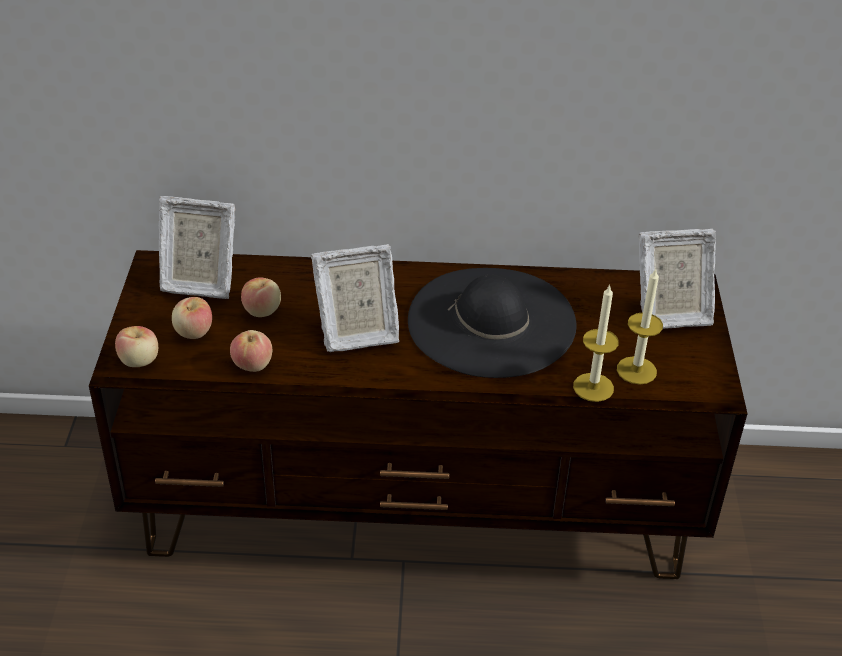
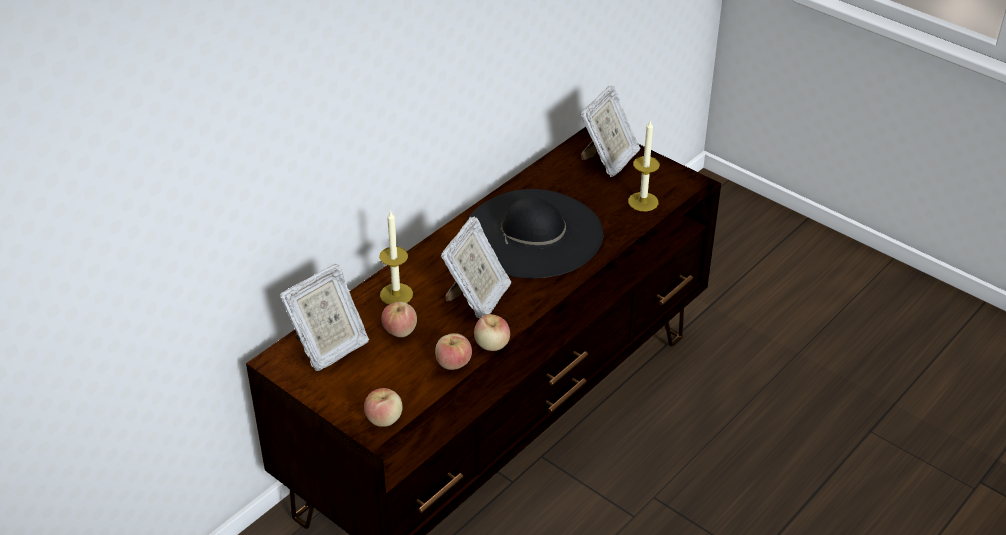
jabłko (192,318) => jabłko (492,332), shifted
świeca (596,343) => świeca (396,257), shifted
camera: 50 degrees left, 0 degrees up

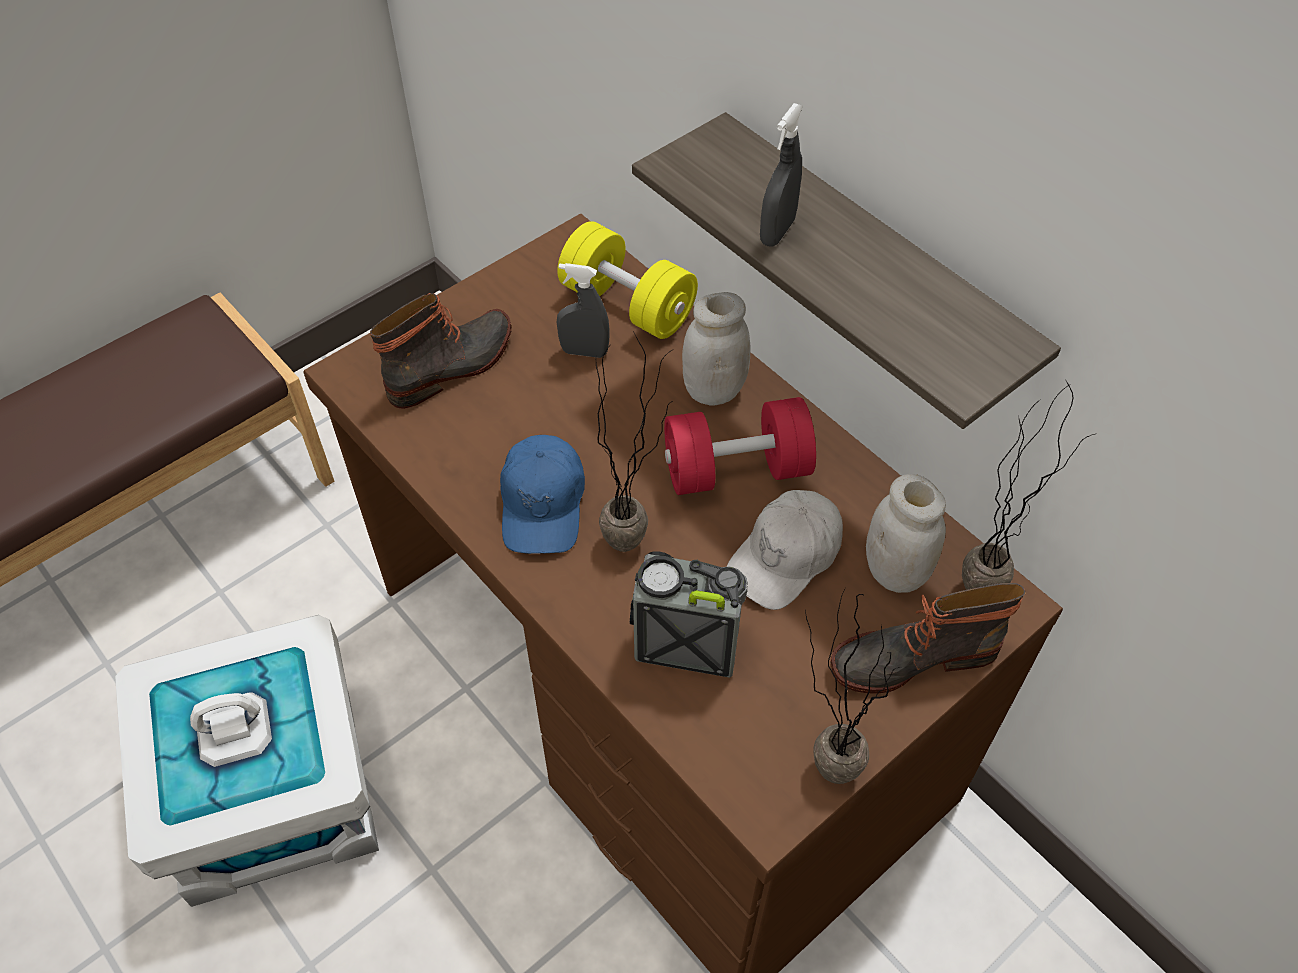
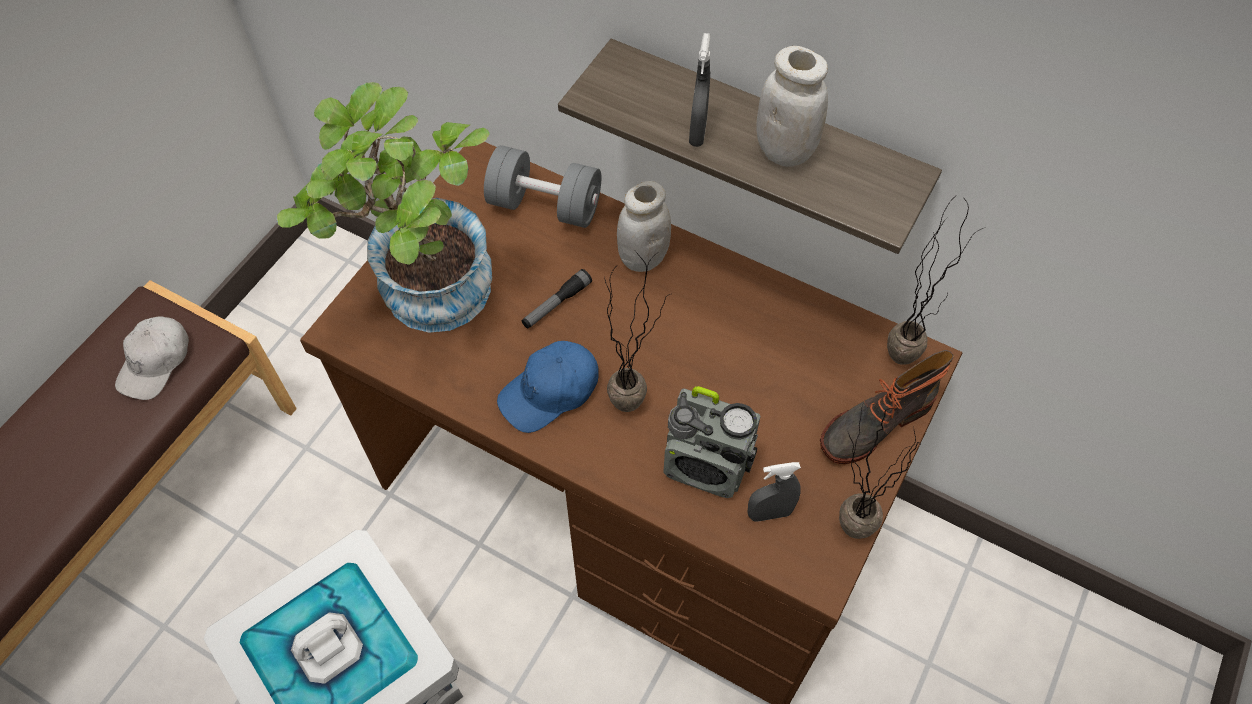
but z cholewką (440,351) => roślina doniczkowa (384,207)
czapka z daszkiem/niebieski (542,494) => czapka z daszkiem/niebieski (548,387), 75 degrees clockwise
hantel/żółty (627,280) => hantel/szary (542,186)
spryskiwacz/szary (583,310) => spryskiwacz/szary (774,492), shifted
radio (689,614) => radio (712,442), 150 degrees counterclockwise
hantel/czerwony (740,446) => nothing
czapka z daszkiem/biały (784,550) => czapka z daszkiem/biały (152,358), shifted
słoik/biały (906,533) => słoik/biały (792,106), shifted
nothing => latarka (557,298)
camera: 20 degrees left, 5 degrees up

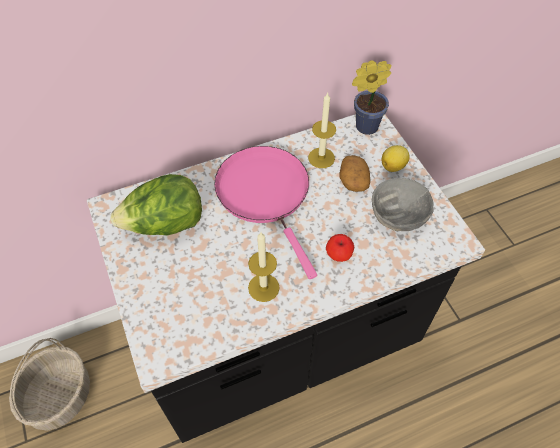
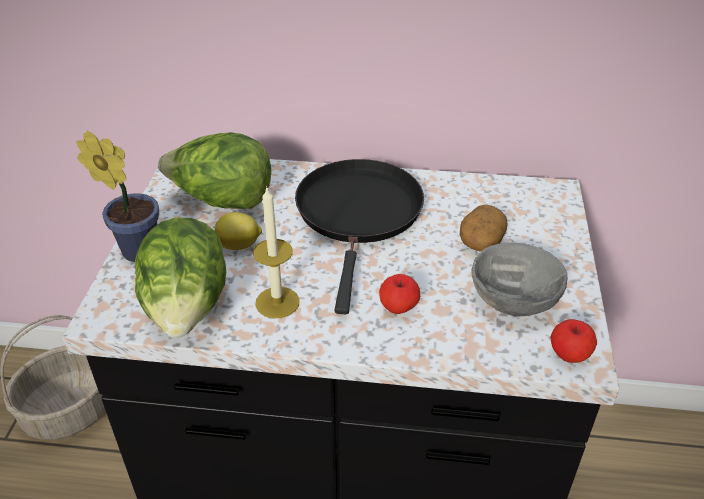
patelnia/różowy (265,212) => patelnia/czarny (359,236)
świeca (322,130) => nothing
roślina doniczkowa (371,97) => roślina doniczkowa (117,196), shifted
cytryna (396,158) => cytryna (238,231), shifted
nothing => sałata (180,277)
nothing => jabłko (574,341)
camera: 30 degrees right, 15 degrees down

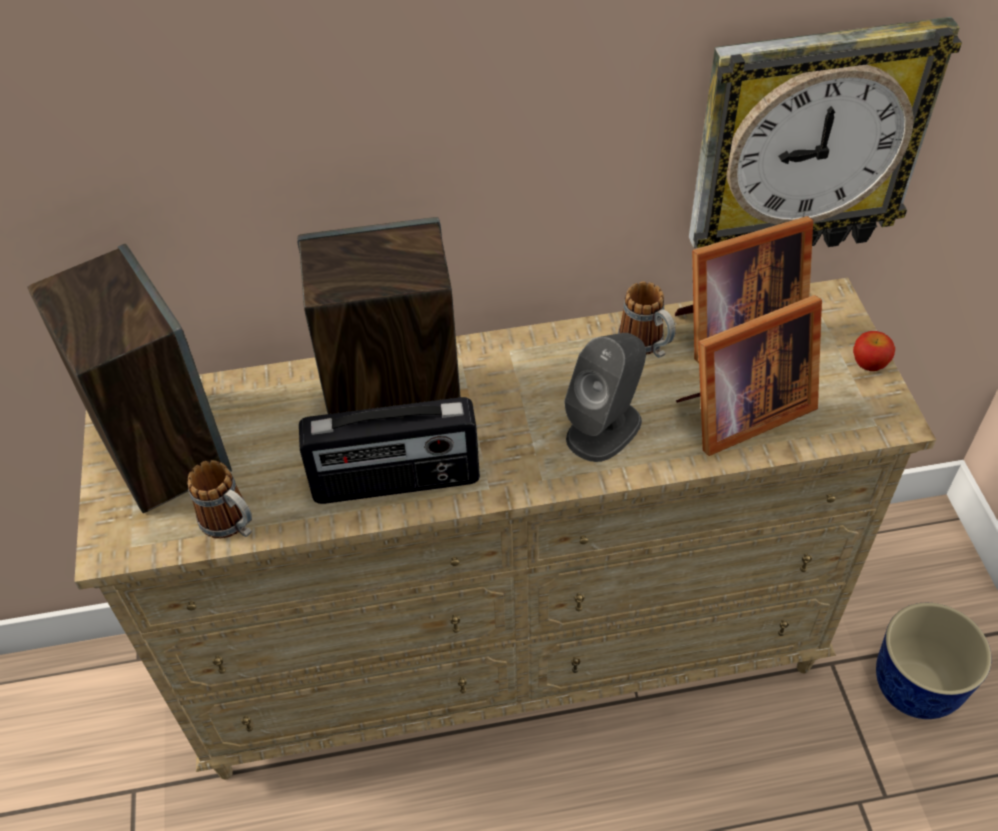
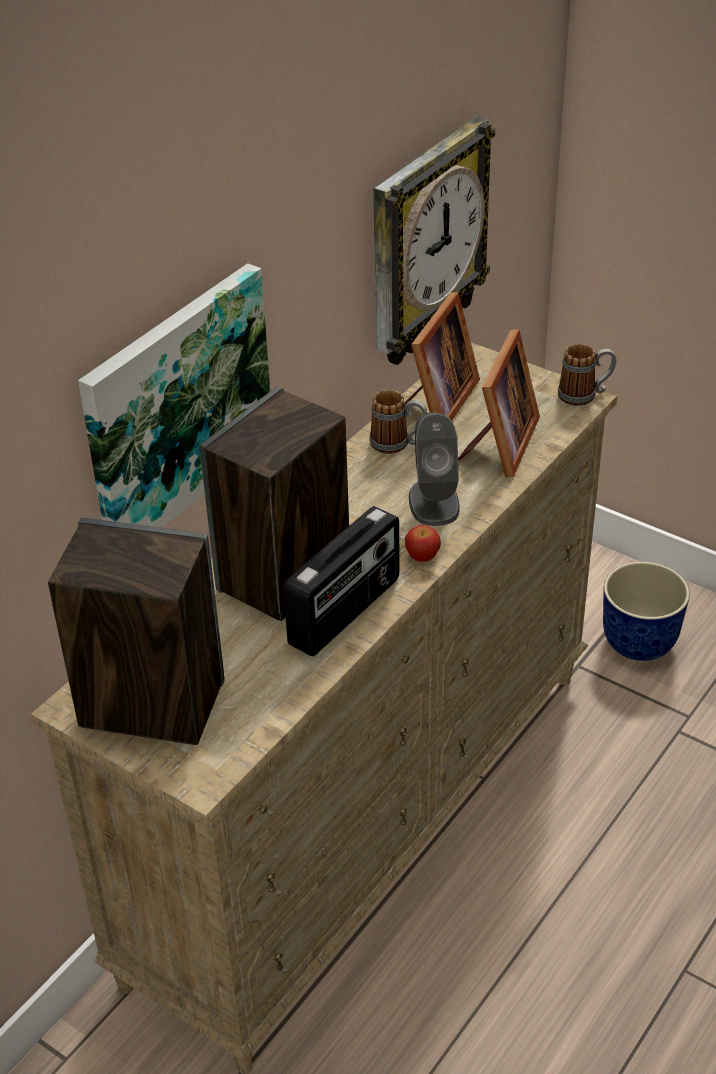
kubek (219,499) => kubek (587,375), shifted
jabłko (874,351) => jabłko (423,543), shifted
nothing => obraz (174,395)
camera: 45 degrees left, 10 degrees down

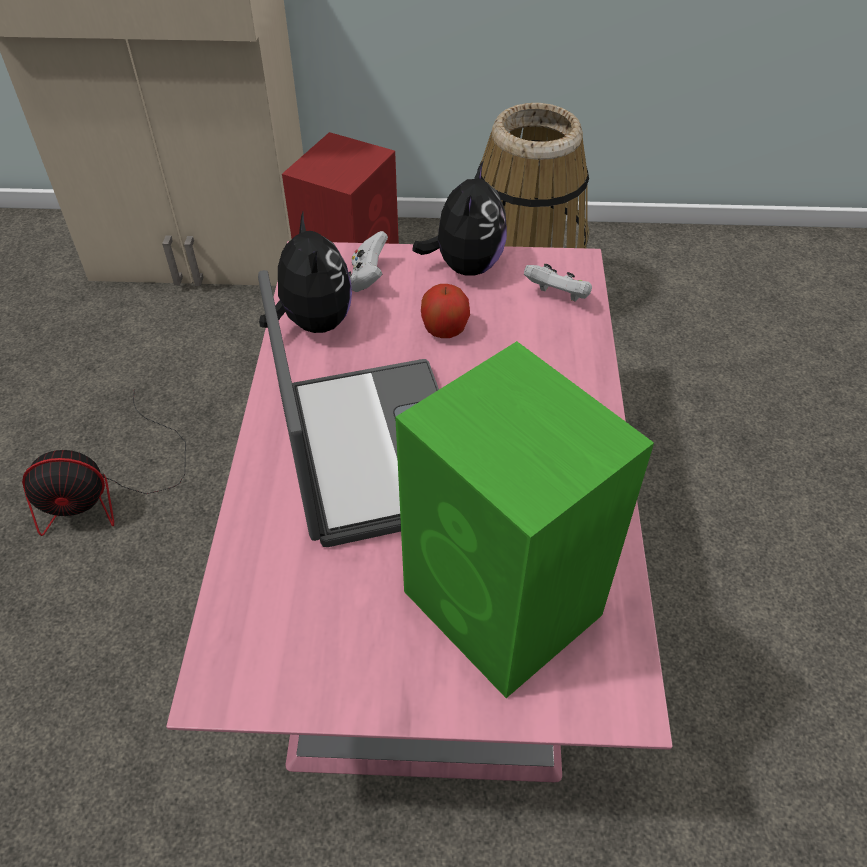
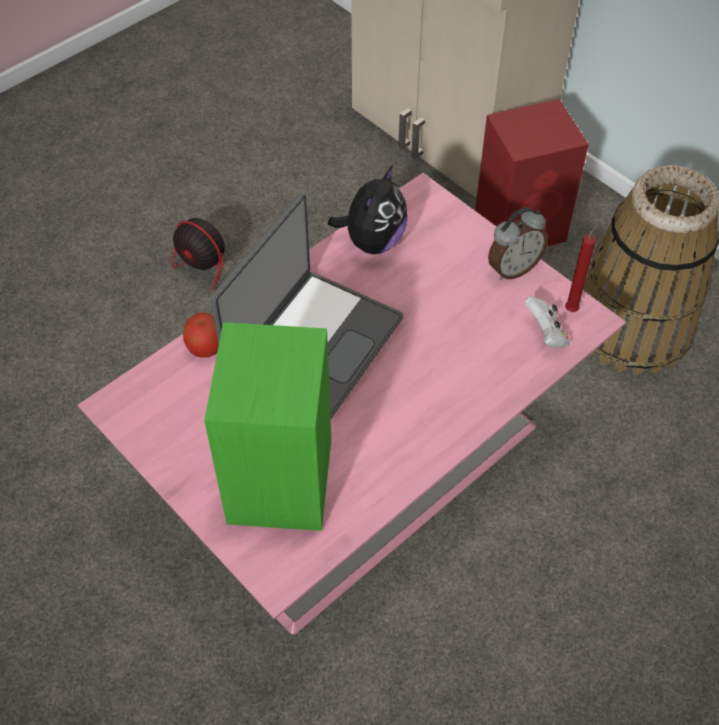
pad do gier/biały (368,261) => nothing
pluszak (459,218) => budzik (518,243)
jabłko (445,311) => jabłko (201,335), shifted
nothing => świeca/czerwony (582,267)
camera: 45 degrees right, 5 degrees up

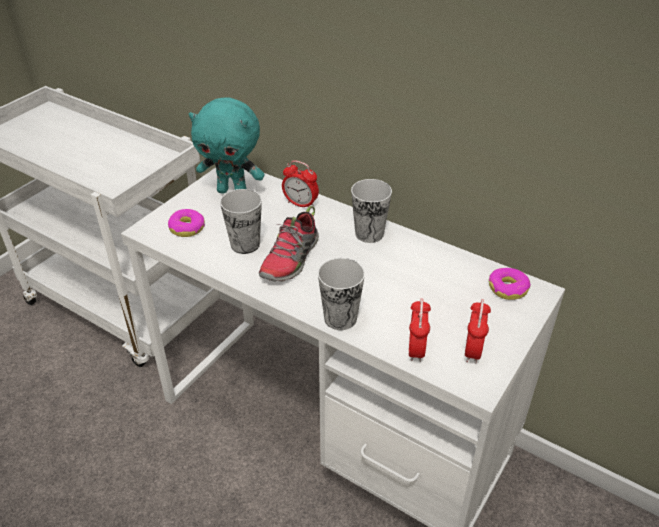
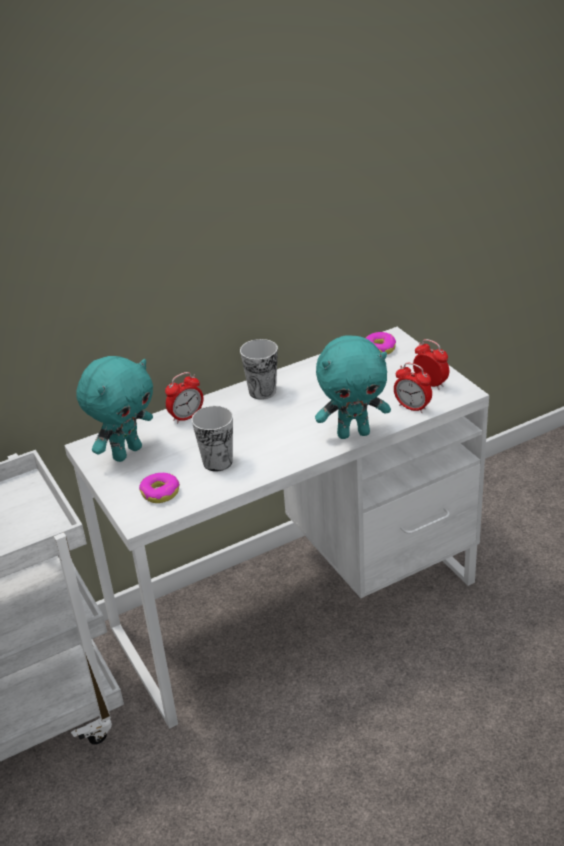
but (289,244) => nothing
filiżanka (341,294) => pluszak/turkusowy (353,387)
camera: 60 degrees left, 5 degrees down

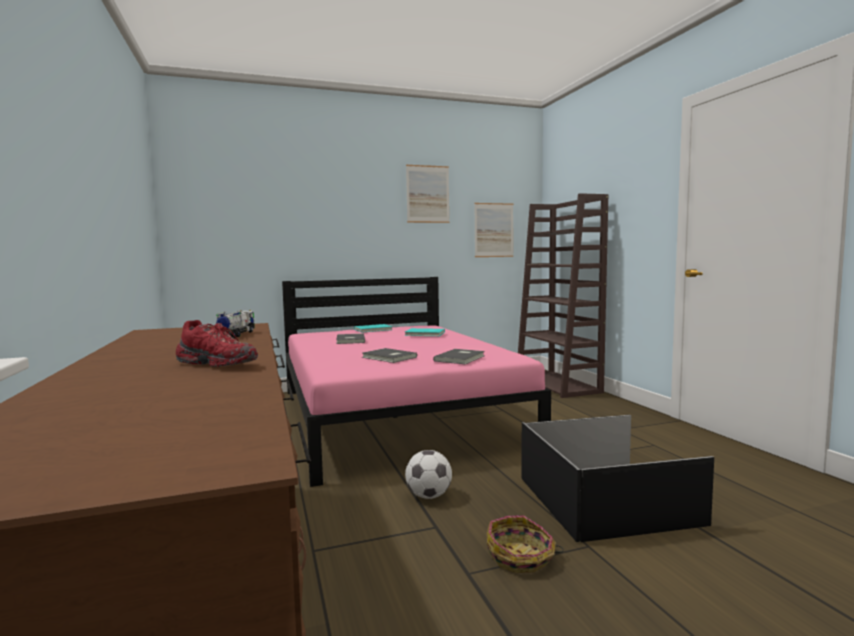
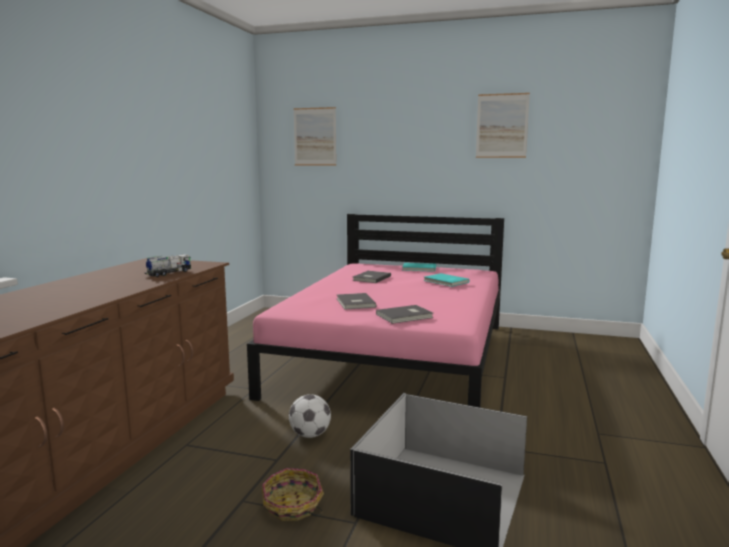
but/czerwony (217,343) => nothing
obraz (493,230) => obraz (314,136), shifted
regał/brązowy (563,295) => nothing
camera: 35 degrees right, 5 degrees up

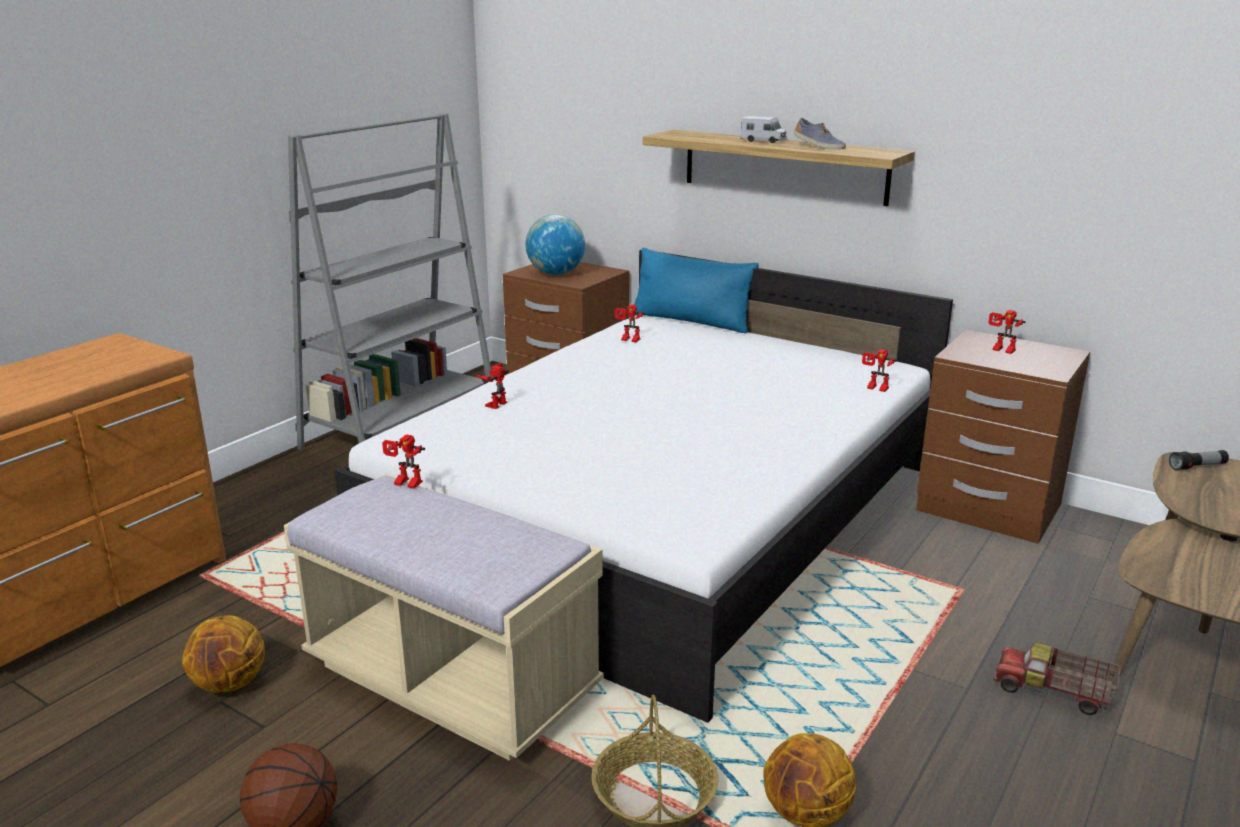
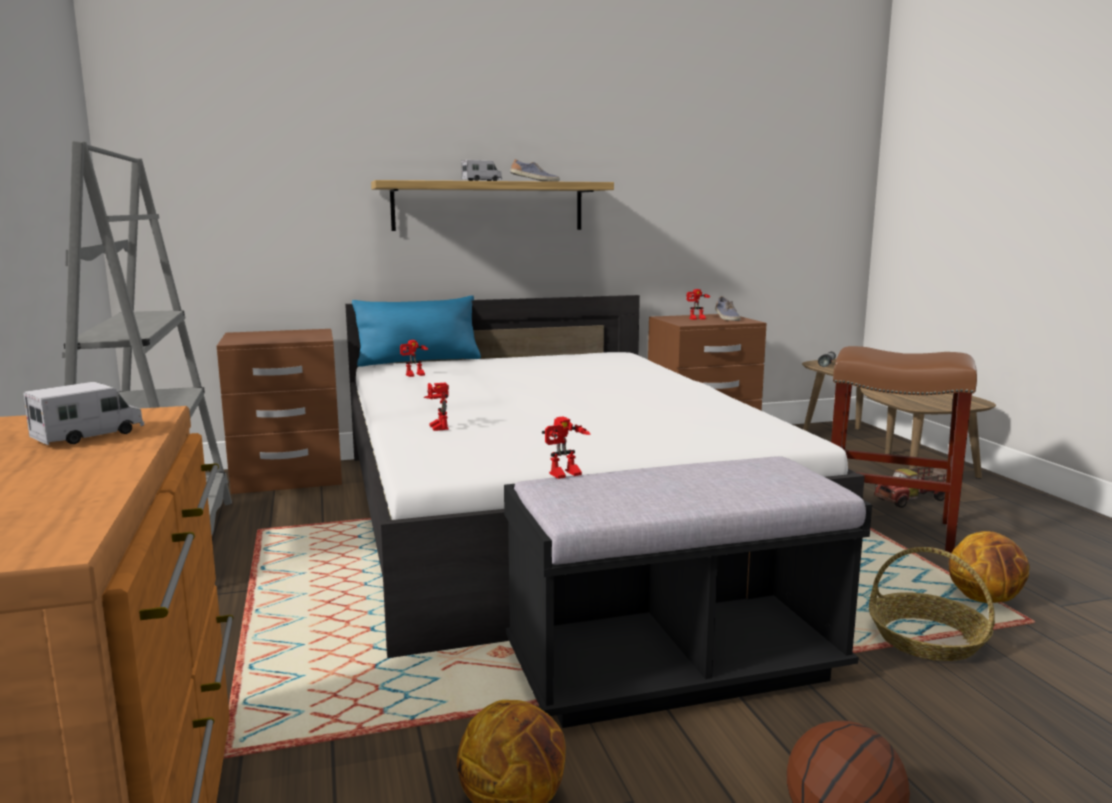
ławka/beżowy (444,617) => ławka/czarny (688,592)
globus (555,245) => nothing
robot zabawkowy (879,370) => nothing
nothing => ciężarówka zabawkowa (83,413)
nothing => but (728,308)
nothing => stołek/brązowy (904,449)
camera: 50 degrees left, 10 degrees down

